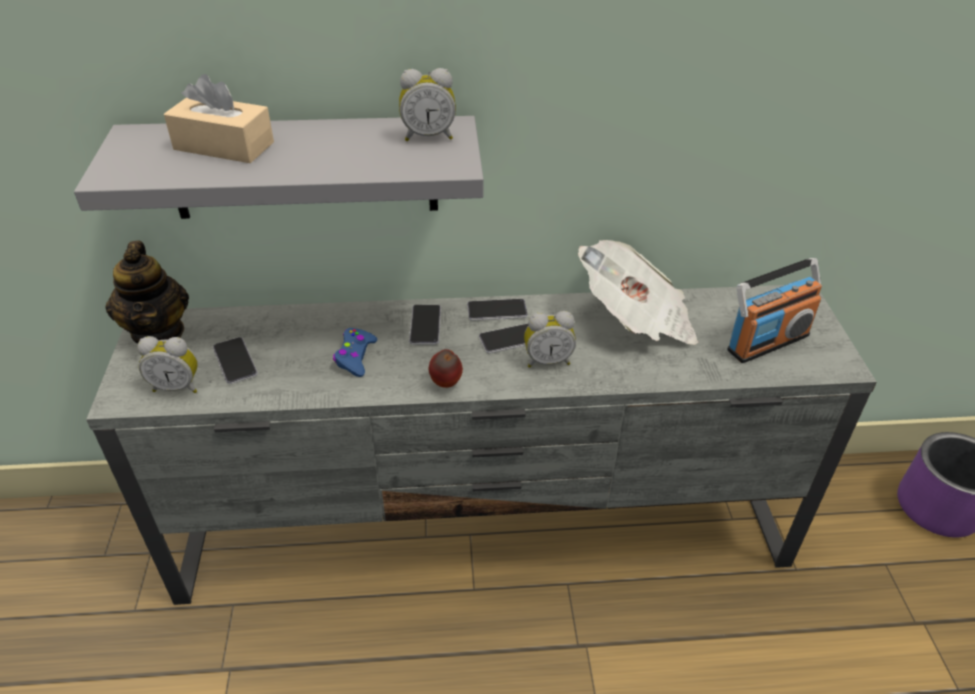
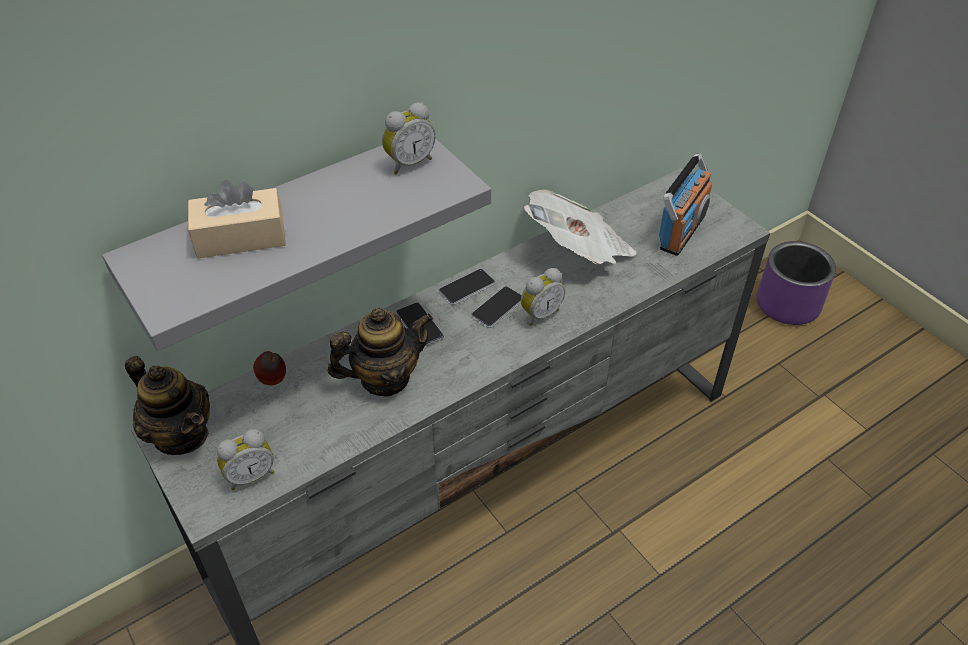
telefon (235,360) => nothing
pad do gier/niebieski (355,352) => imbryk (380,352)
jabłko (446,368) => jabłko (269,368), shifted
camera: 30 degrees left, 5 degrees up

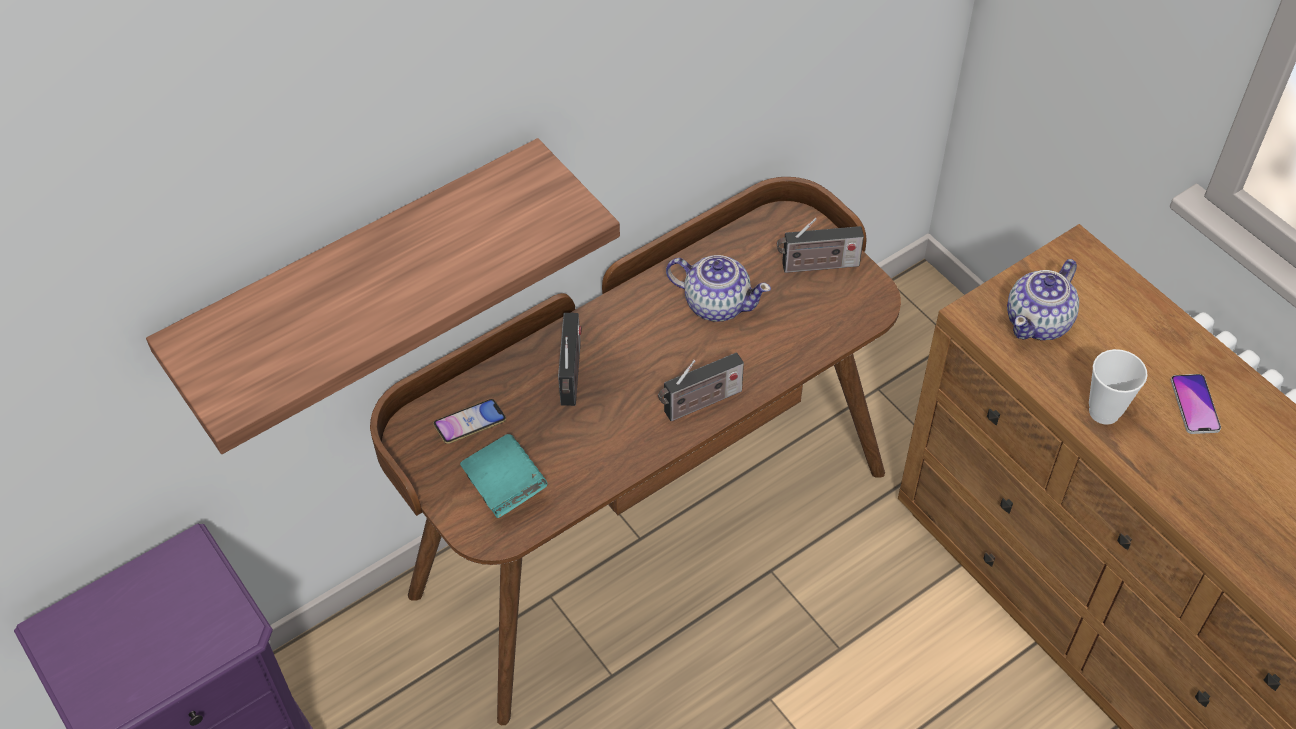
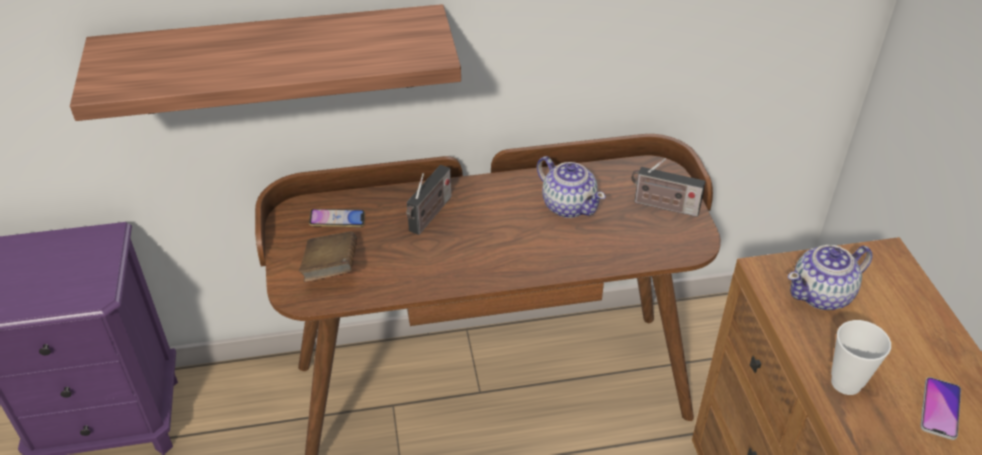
książka/turkusowy (504,476) => książka/brązowy (328,256)
radio (701,387) => nothing
camera: 25 degrees right, 10 degrees down

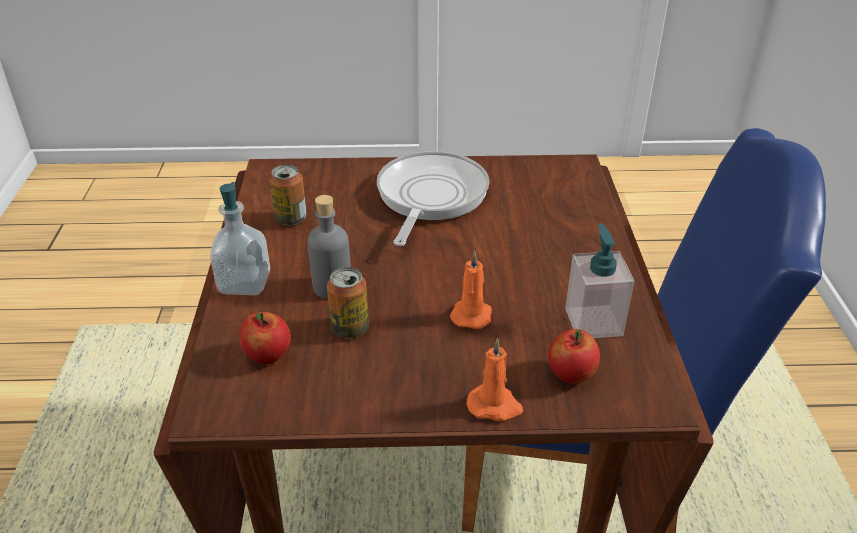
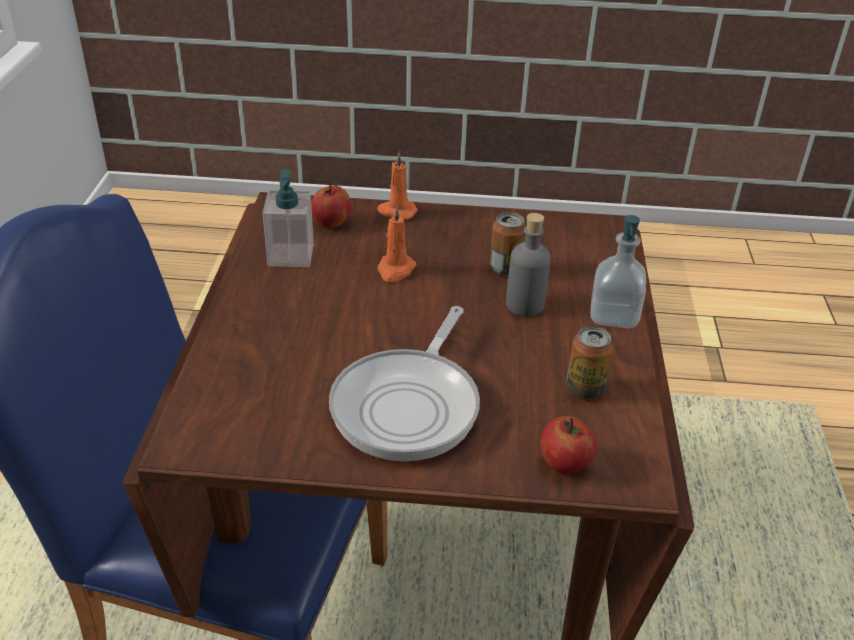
jabłko (265,338) => jabłko (568,445), shifted
camera: 175 degrees left, 0 degrees up

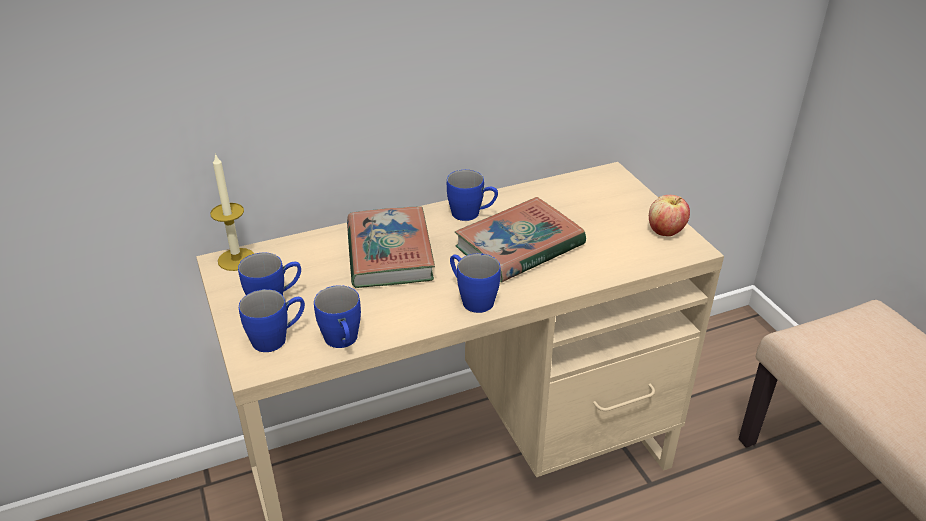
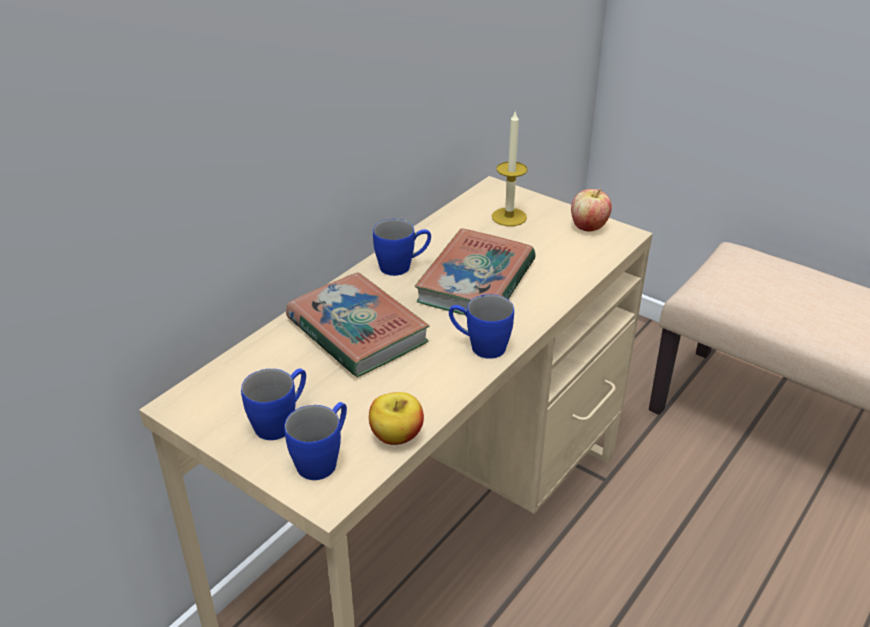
świeca (232,212) => świeca (510,169), shifted
kubek/niebieski (337,316) => jabłko (396,418)
camera: 30 degrees left, 0 degrees up

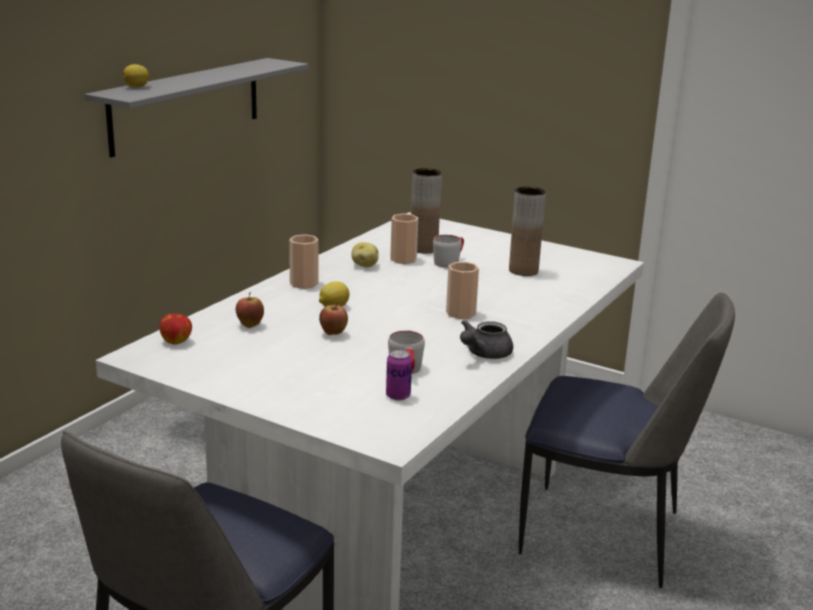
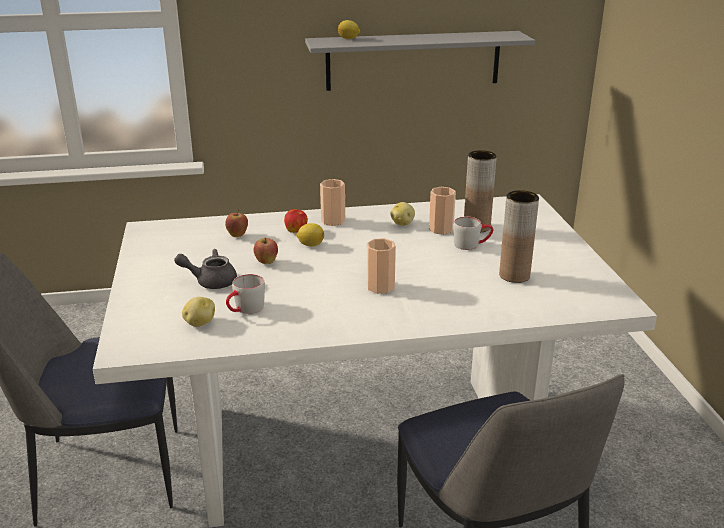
jabłko (175,329) => jabłko (296,221), shifted
puszka (399,374) => ziemniak (198,312)
imbryk/szary (486,339) => imbryk/szary (205,269), shifted
camera: 50 degrees right, 5 degrees up

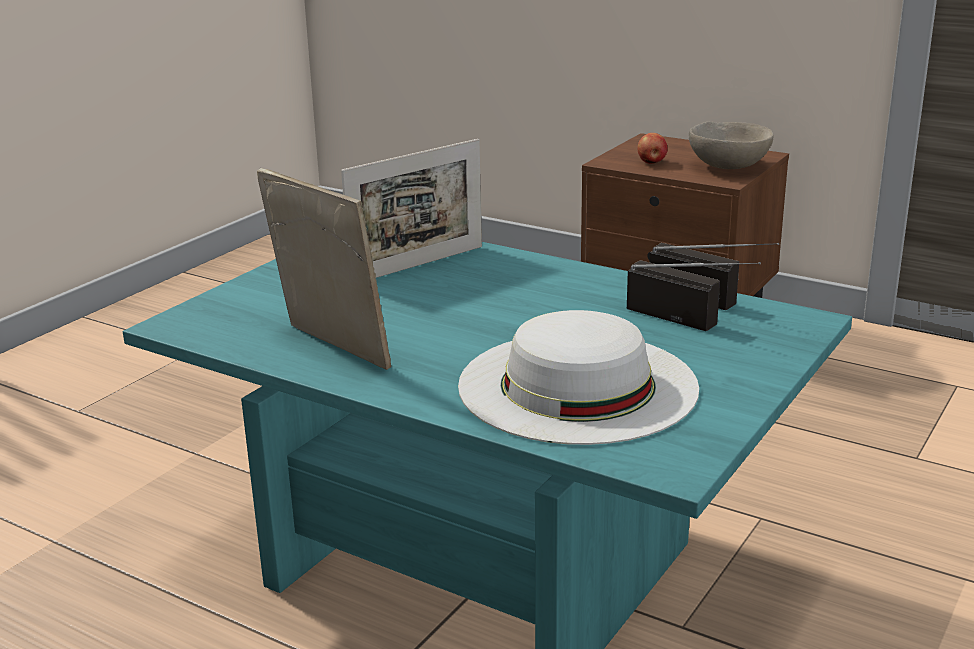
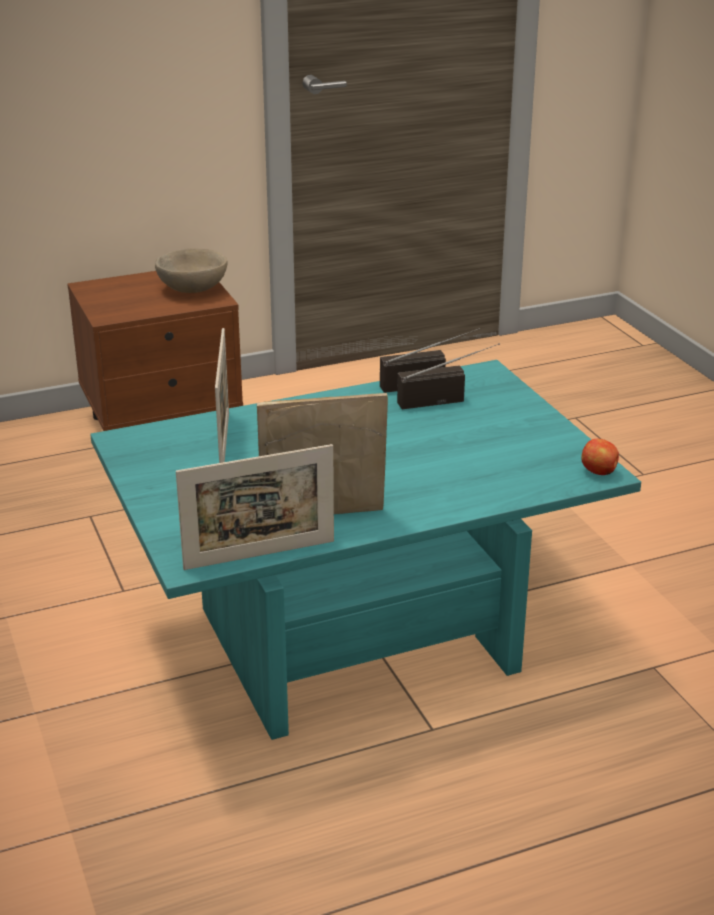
kapelusz/biały (578,377) => nothing
jabłko (652,148) => jabłko (600,457), shifted
nothing => ramka na zdjęcie (255,507)
camera: 55 degrees left, 5 degrees up

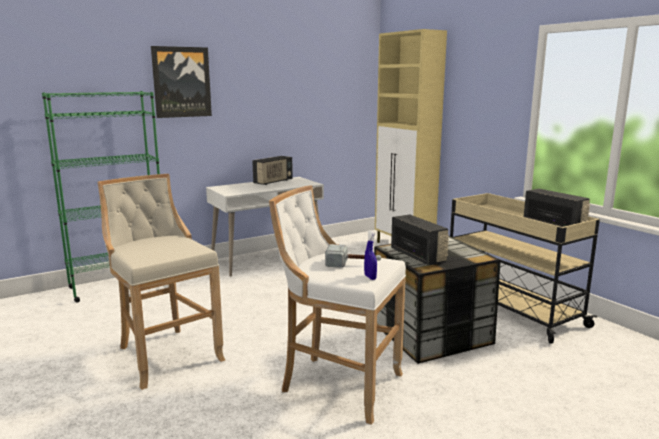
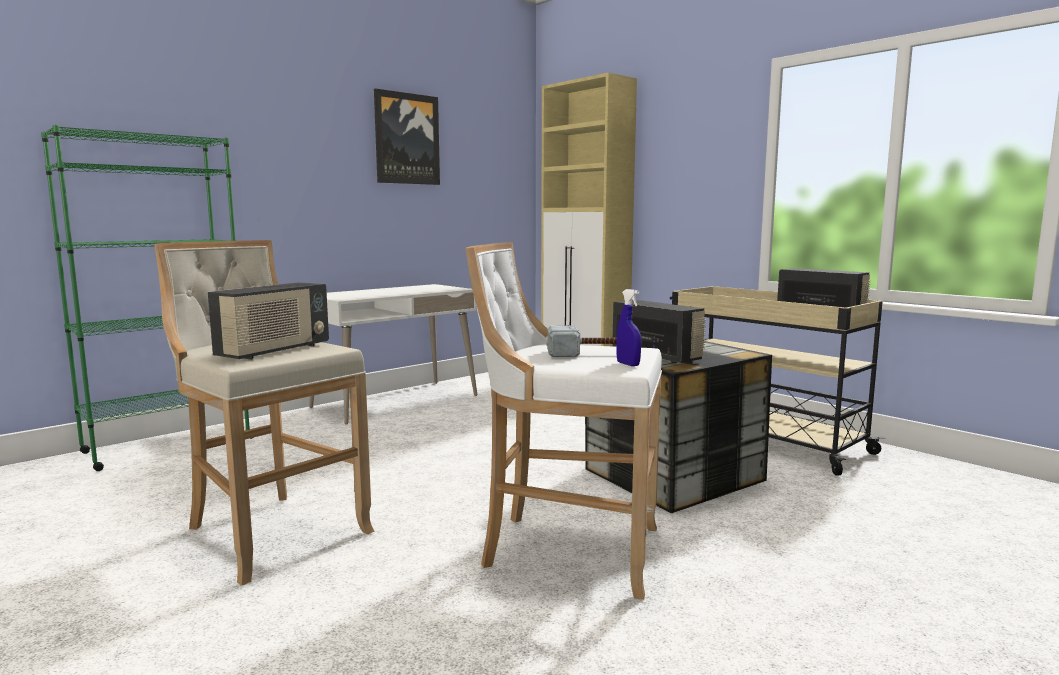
obraz (181,82) => obraz (407,136), shifted
radio (272,170) => radio (268,321), shifted
camera: 10 degrees left, 5 degrees down

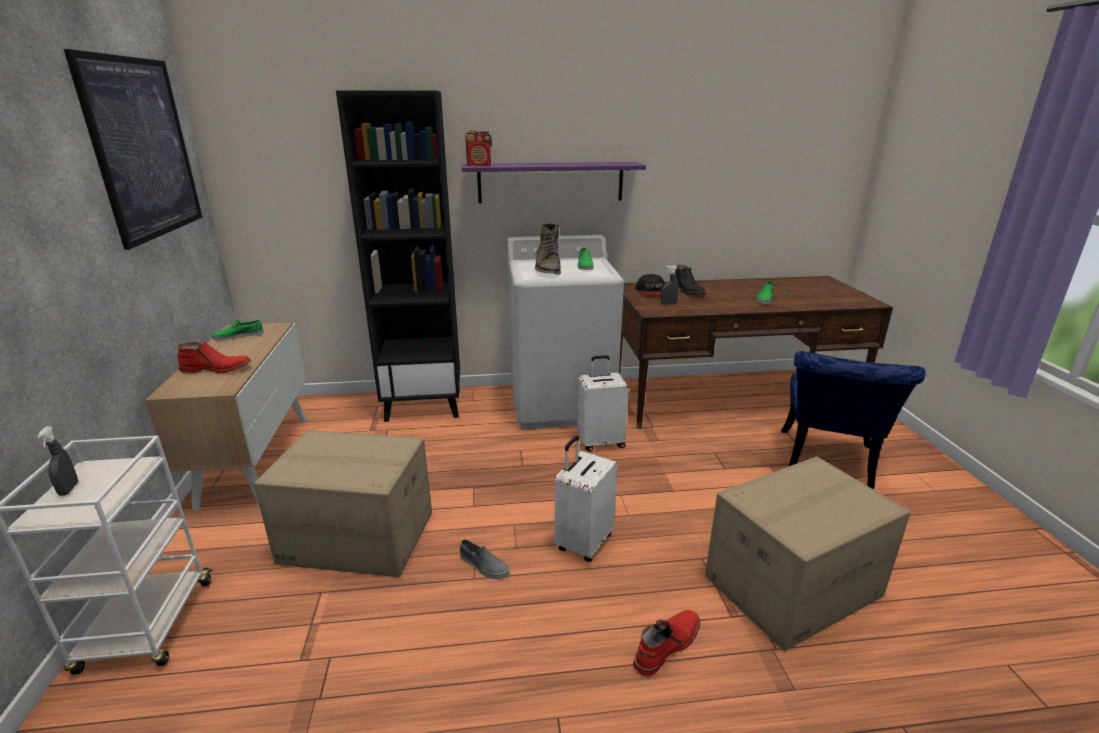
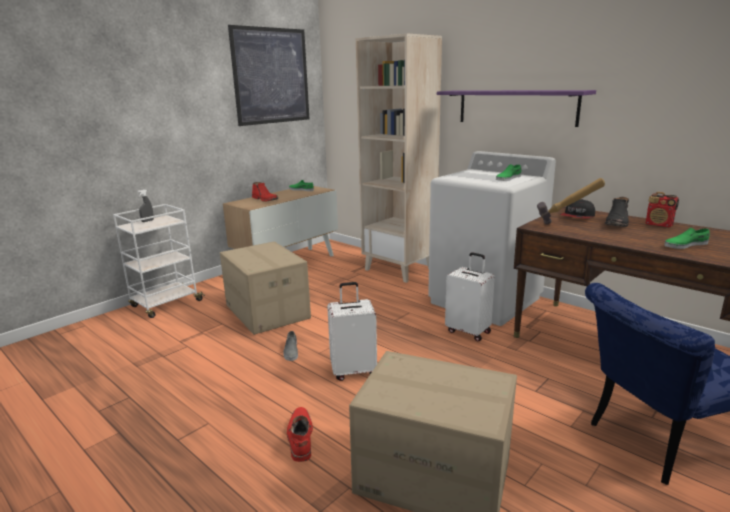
regał/czarny (398,256) => regał/beżowy (399,158)
radio (478,148) => radio (662,210), shifted
but z cholewką/zielony (548,249) => nothing
but z cholewką/czerwony (666,643) => but z cholewką/czerwony (300,434), 105 degrees counterclockwise
spryskiwacz/szary (670,285) => młotek (571,201)
camera: 50 degrees right, 5 degrees down

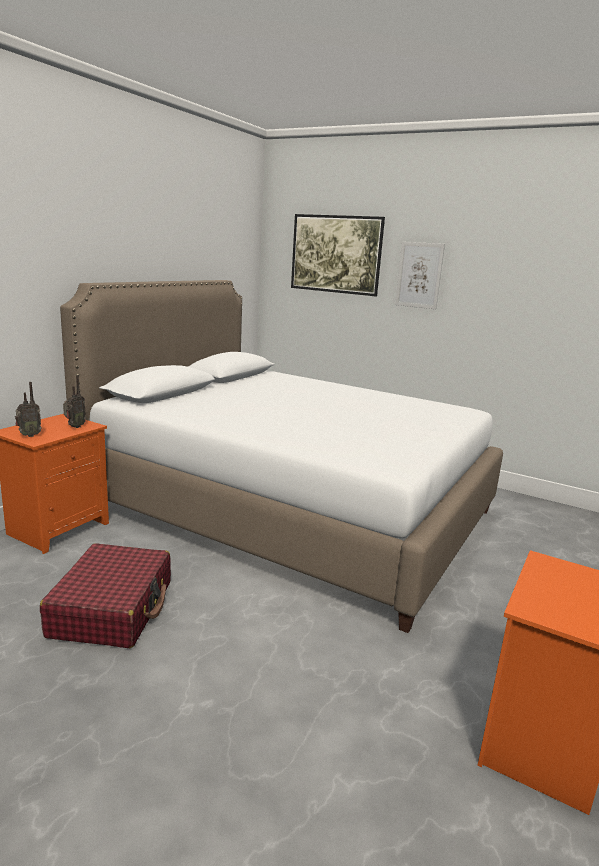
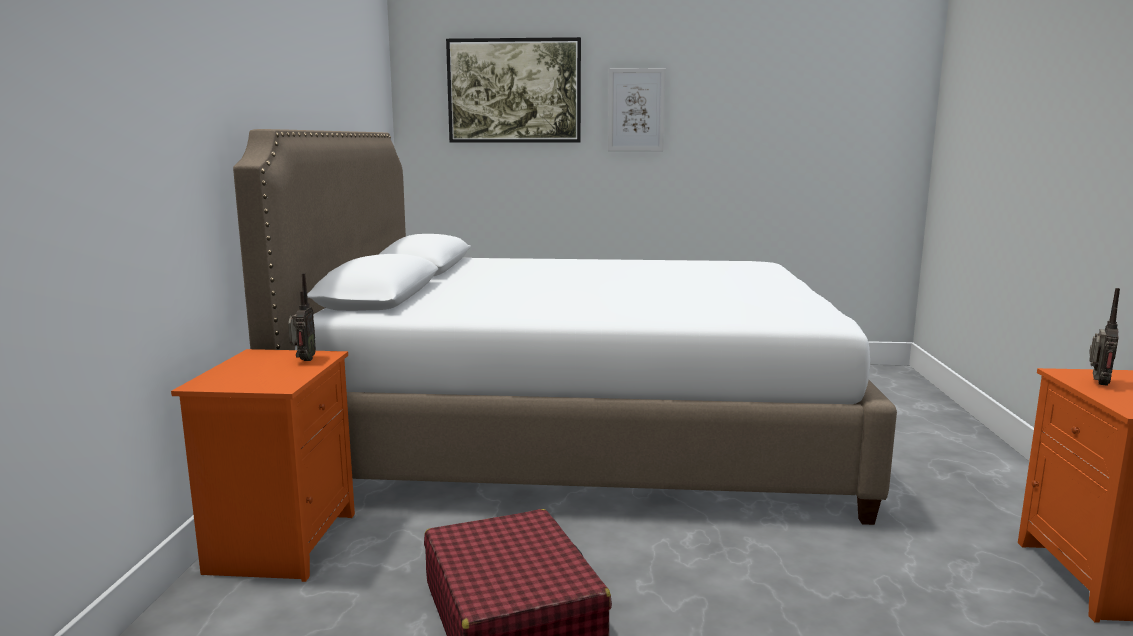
radio (28,409) => radio (1104,337), shifted
camera: 25 degrees left, 5 degrees down

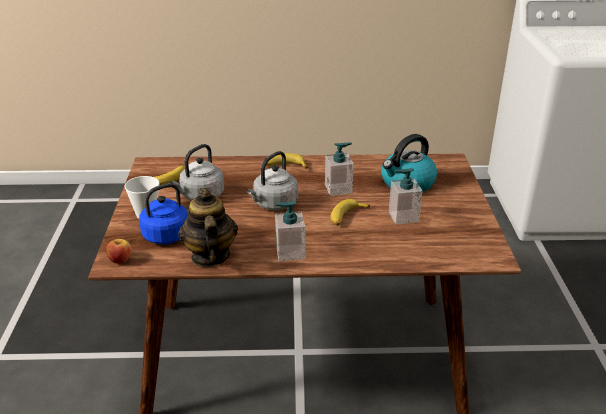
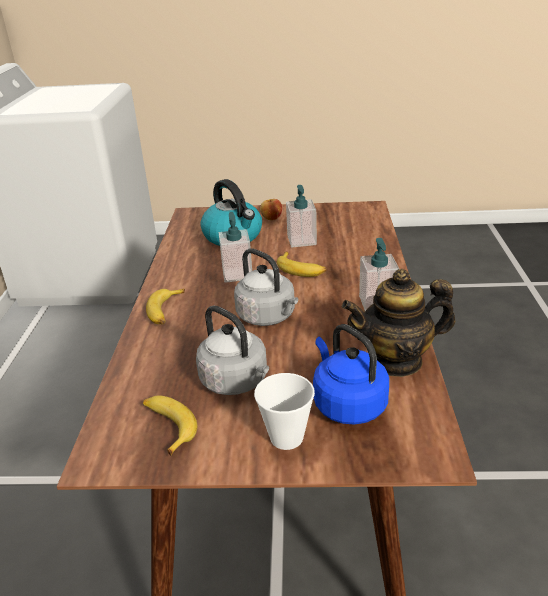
jabłko (119,251) => jabłko (271,209), shifted
camera: 85 degrees left, 0 degrees up

